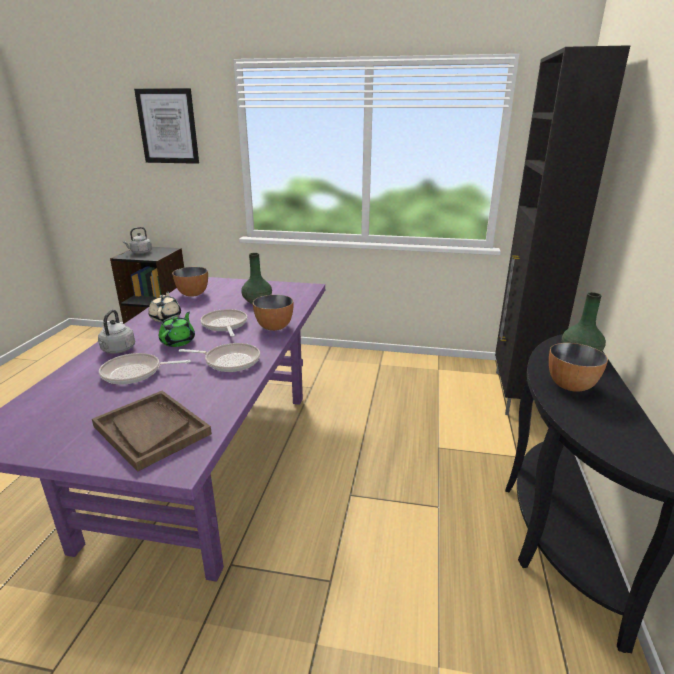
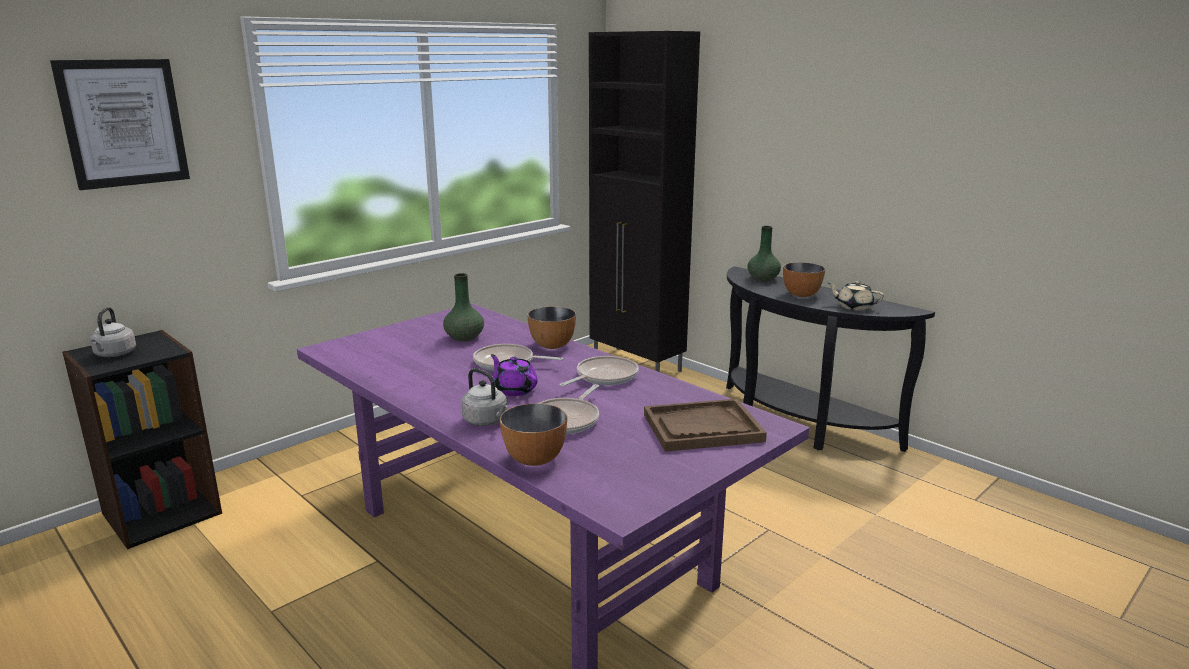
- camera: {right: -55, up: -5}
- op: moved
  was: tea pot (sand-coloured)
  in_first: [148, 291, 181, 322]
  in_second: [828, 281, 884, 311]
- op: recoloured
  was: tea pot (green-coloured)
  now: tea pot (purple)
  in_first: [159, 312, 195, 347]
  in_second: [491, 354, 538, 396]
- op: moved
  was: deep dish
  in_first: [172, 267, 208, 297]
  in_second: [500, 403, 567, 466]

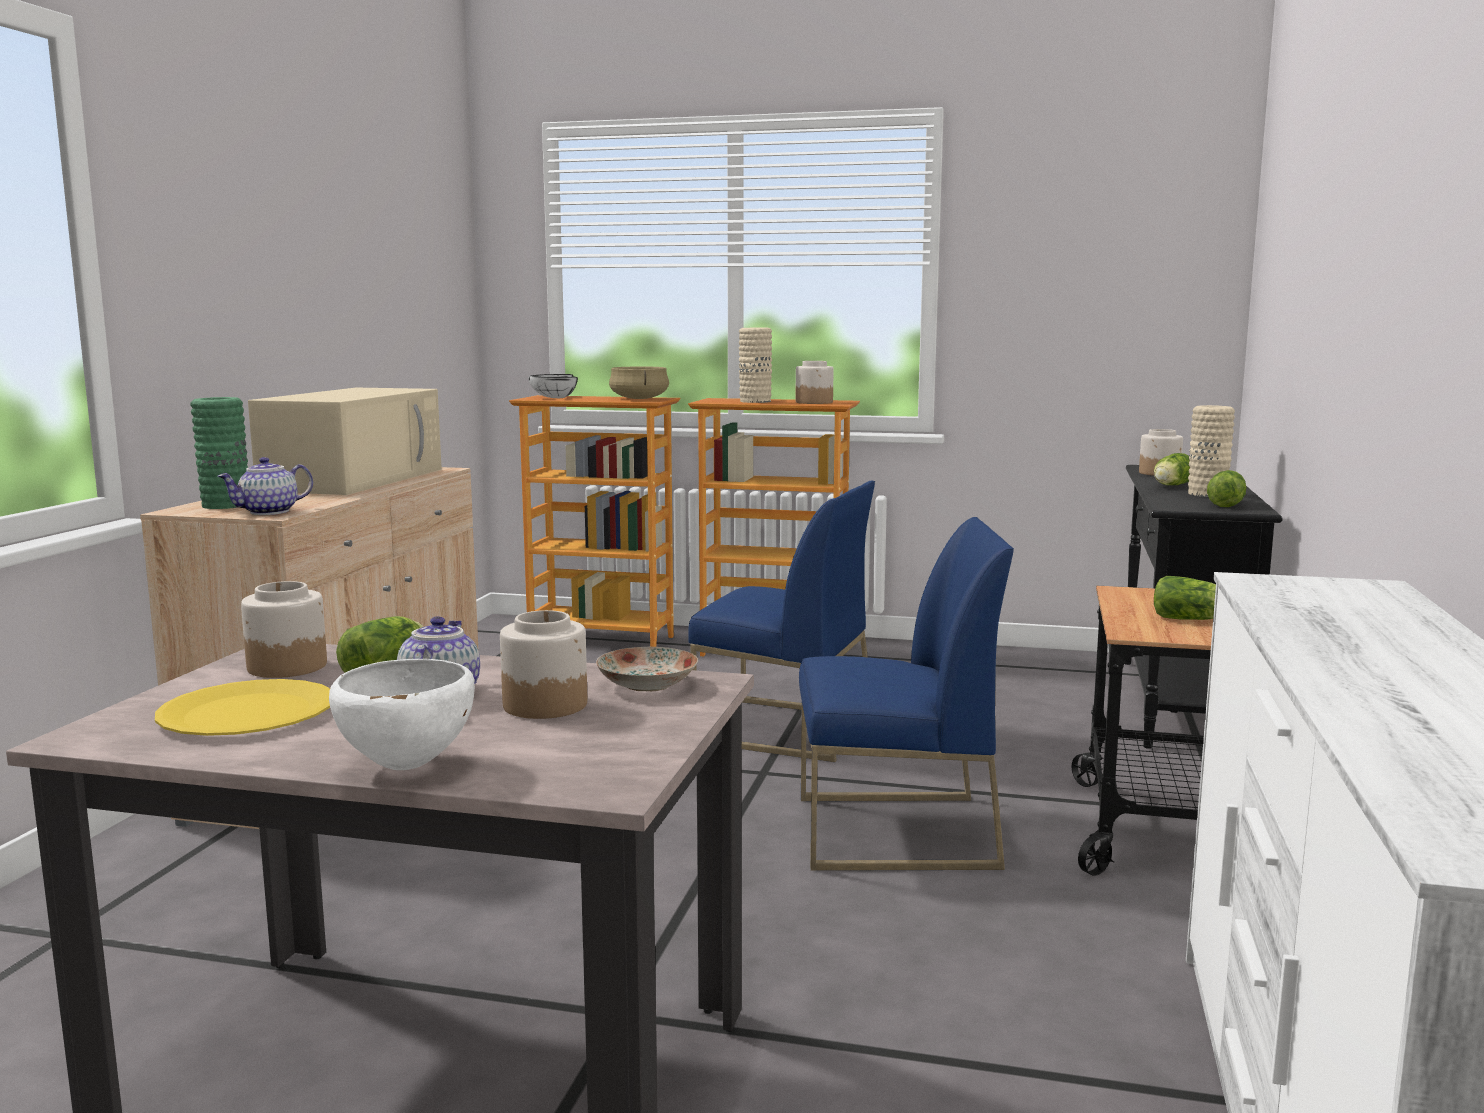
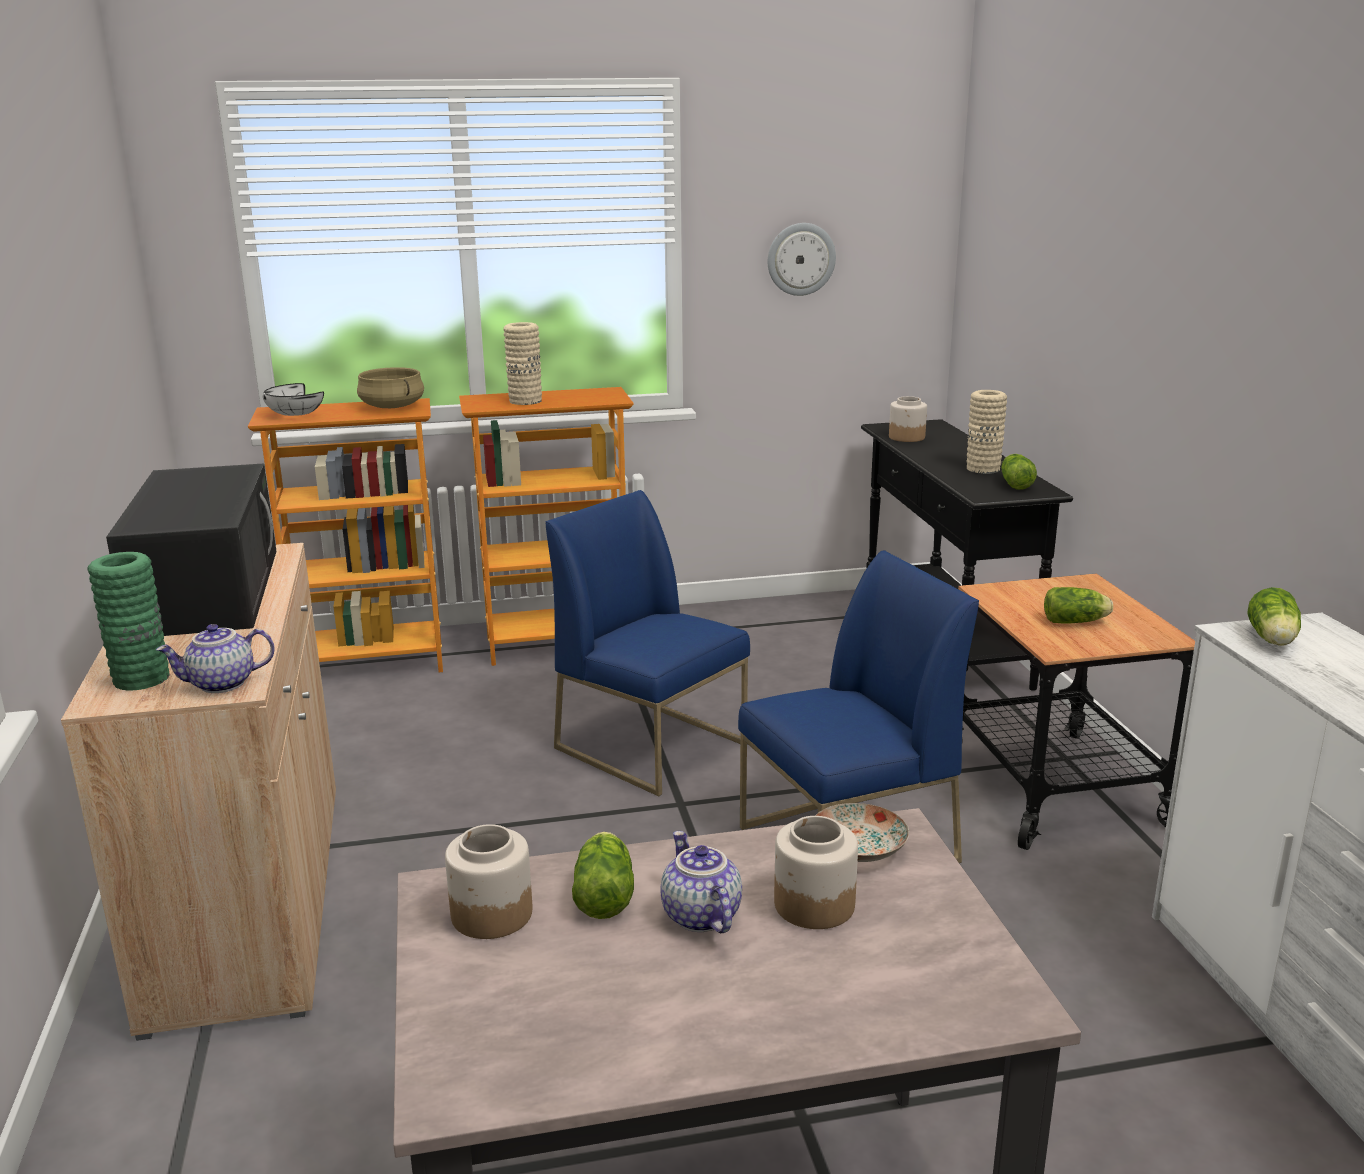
- camera: {right: -25, up: 10}
- op: removed
  was: flat dish (yellowish)
  in_first: [155, 679, 330, 736]
- op: turned
  was: tea pot
  in_first: [217, 457, 313, 515]
  in_second: [156, 624, 275, 693]
  clockwise: 45
- op: recoloured
  was: microwave oven (sand-coloured)
  now: microwave oven (black-coloured)
  in_first: [248, 388, 442, 495]
  in_second: [106, 464, 277, 636]
- op: removed
  was: deep dish (white-coloured)
  in_first: [329, 659, 475, 770]
- op: turned
  was: upright chair (blue)
  in_first: [688, 481, 875, 762]
  in_second: [546, 490, 750, 796]
  clockwise: -135
- op: removed
  was: preserve jar
  in_first: [795, 361, 834, 404]
- op: moved
  was: lettuce head
  in_first: [1154, 453, 1190, 485]
  in_second: [1247, 587, 1301, 646]
- op: added
  now: hanging clock
  in_second: [768, 223, 836, 296]

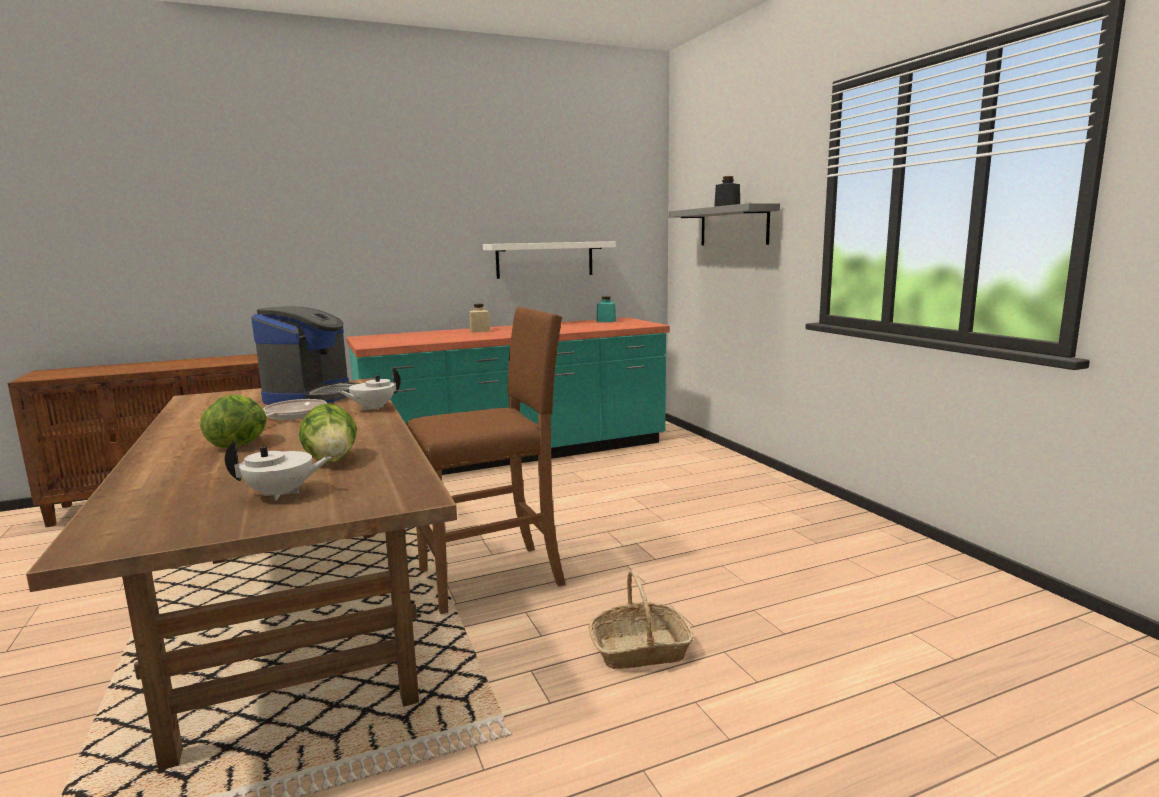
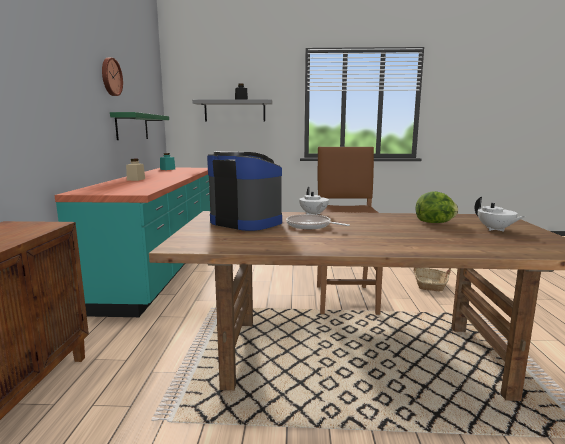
- camera: {right: -65, up: 0}
- op: removed
  was: lettuce head
  in_first: [200, 395, 267, 448]
- op: turned
  was: tea pot (white-coloured)
  in_first: [225, 440, 331, 501]
  in_second: [475, 197, 525, 232]
  clockwise: 135
- op: recoloured
  was: bracket shelf (white-coloured)
  now: bracket shelf (green-coloured)
  in_first: [483, 241, 616, 279]
  in_second: [110, 112, 169, 140]
- op: added
  now: hanging clock
  in_second: [102, 58, 123, 96]

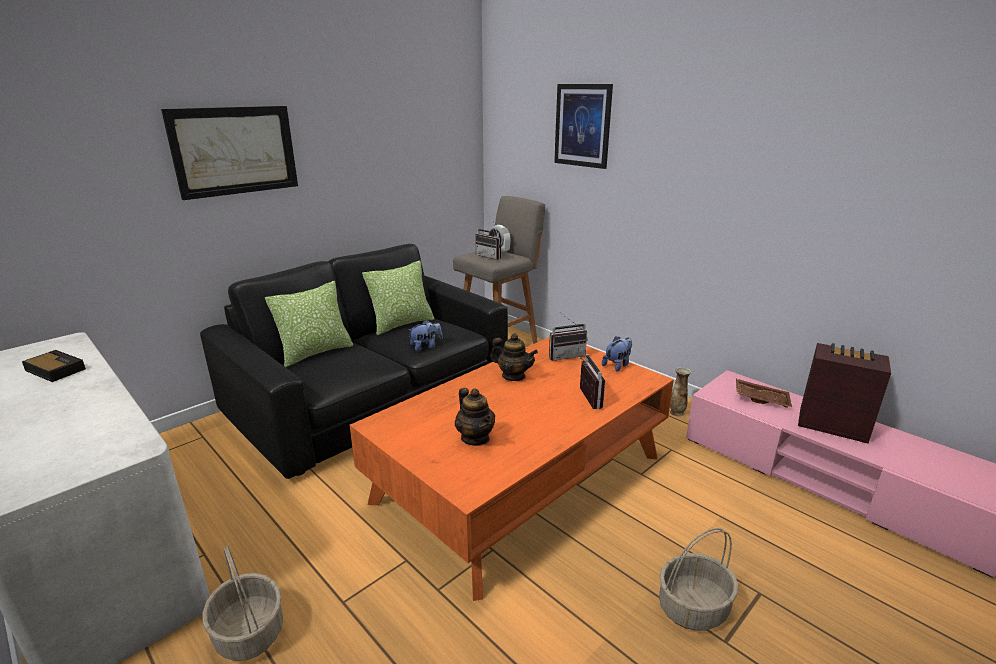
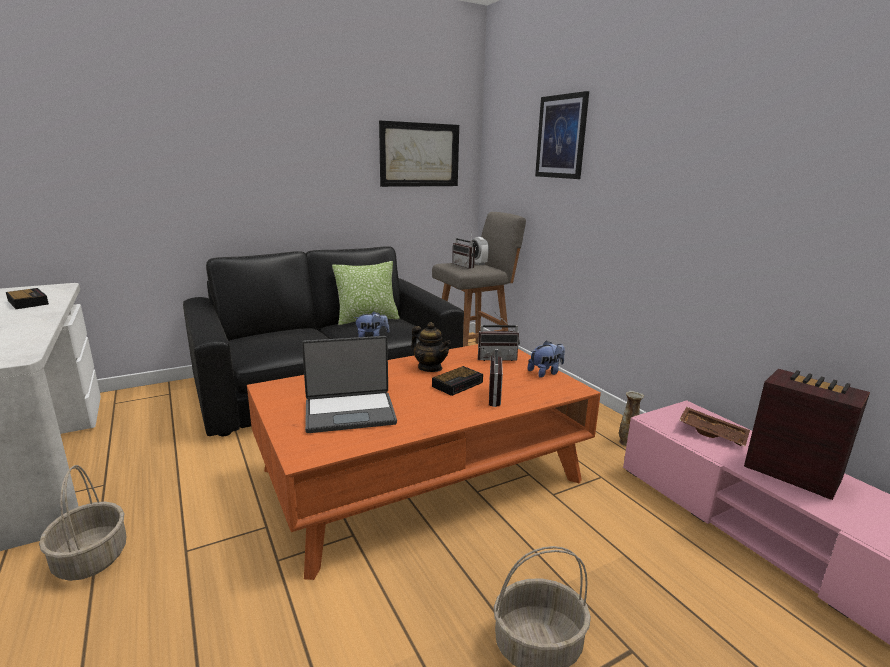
- camera: {right: 15, up: -5}
- op: moved
  was: wall picture
  in_first: [161, 106, 298, 200]
  in_second: [379, 120, 459, 187]
- op: removed
  was: throw pillow
  in_first: [265, 281, 353, 367]
- op: replaced
  was: tea pot
  now: laptop
  in_first: [455, 388, 495, 446]
  in_second: [302, 336, 397, 433]
- op: added
  now: table clock
  in_second: [432, 366, 483, 396]

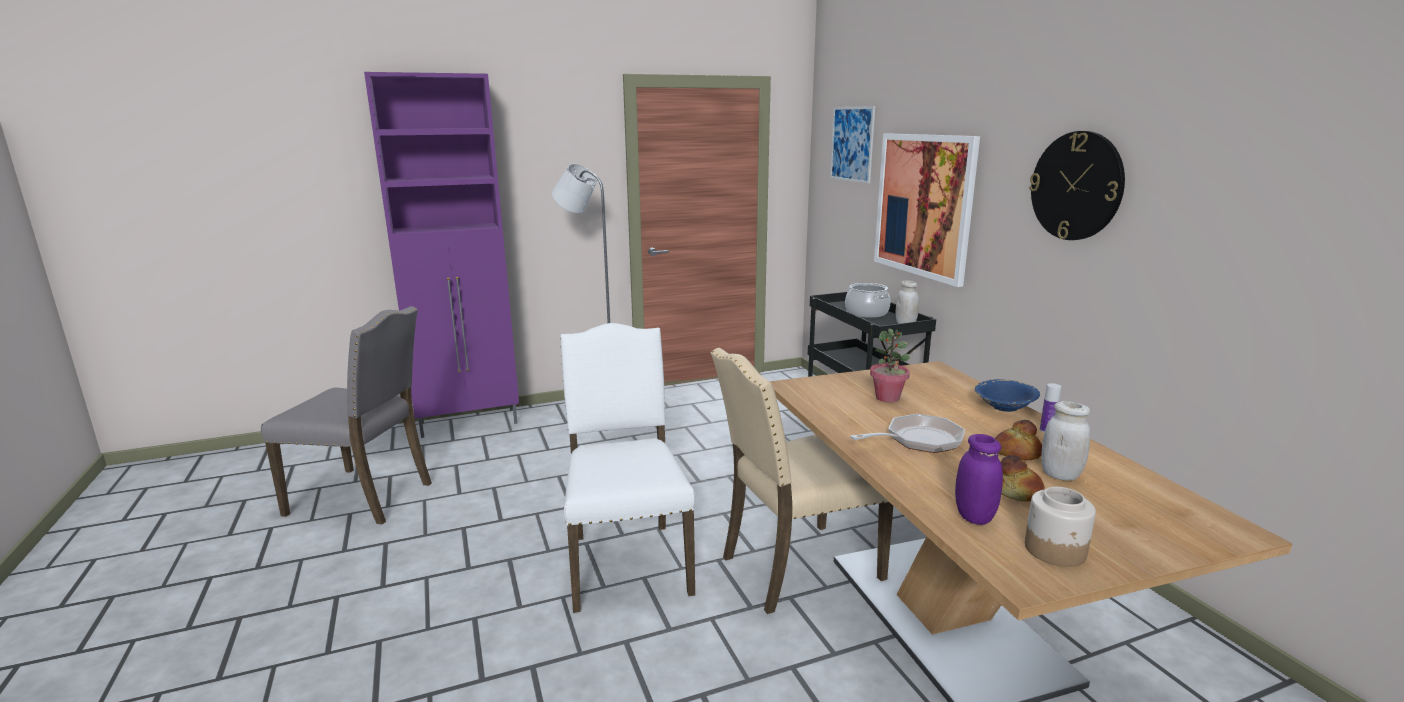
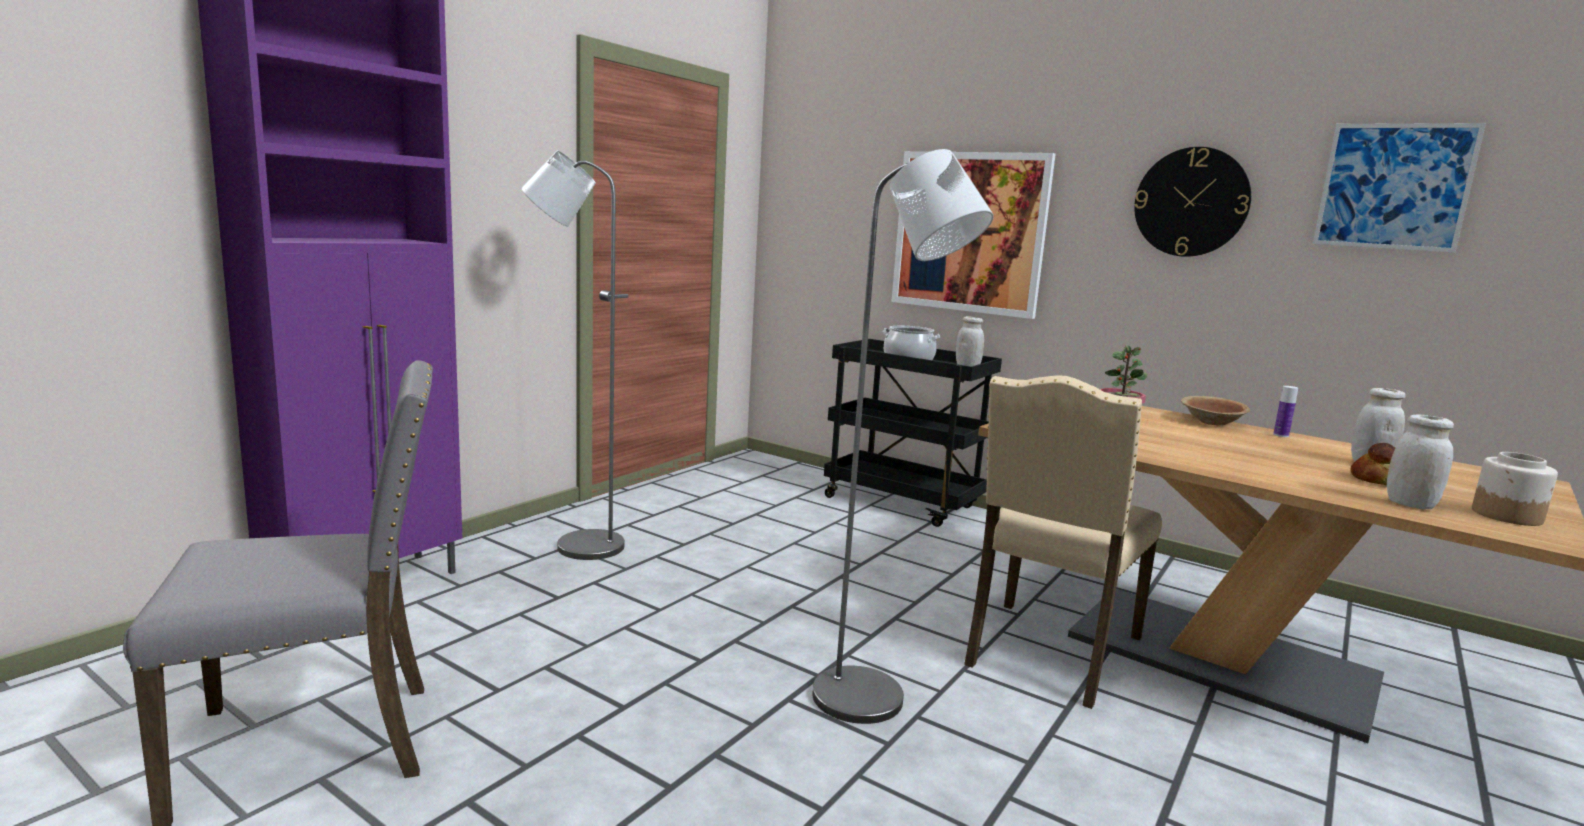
- camera: {right: -35, up: -5}
- op: replaced
  was: upright chair (white-coloured)
  now: standing lamp (greyish)
  in_first: [560, 323, 695, 613]
  in_second: [812, 149, 994, 724]
- op: moved
  was: wall picture
  in_first: [830, 106, 875, 184]
  in_second: [1313, 123, 1486, 253]
- op: removed
  was: pan
  in_first: [850, 414, 965, 453]
- op: recoloured
  was: preserve jar (purple)
  now: preserve jar (white-coloured)
  in_first: [955, 434, 1003, 525]
  in_second: [1387, 414, 1454, 509]
- op: recoloured
  was: deep dish (blue)
  now: deep dish (brown)
  in_first: [975, 379, 1040, 412]
  in_second: [1181, 396, 1250, 426]
- op: removed
  was: bakery bread
  in_first: [995, 420, 1042, 461]

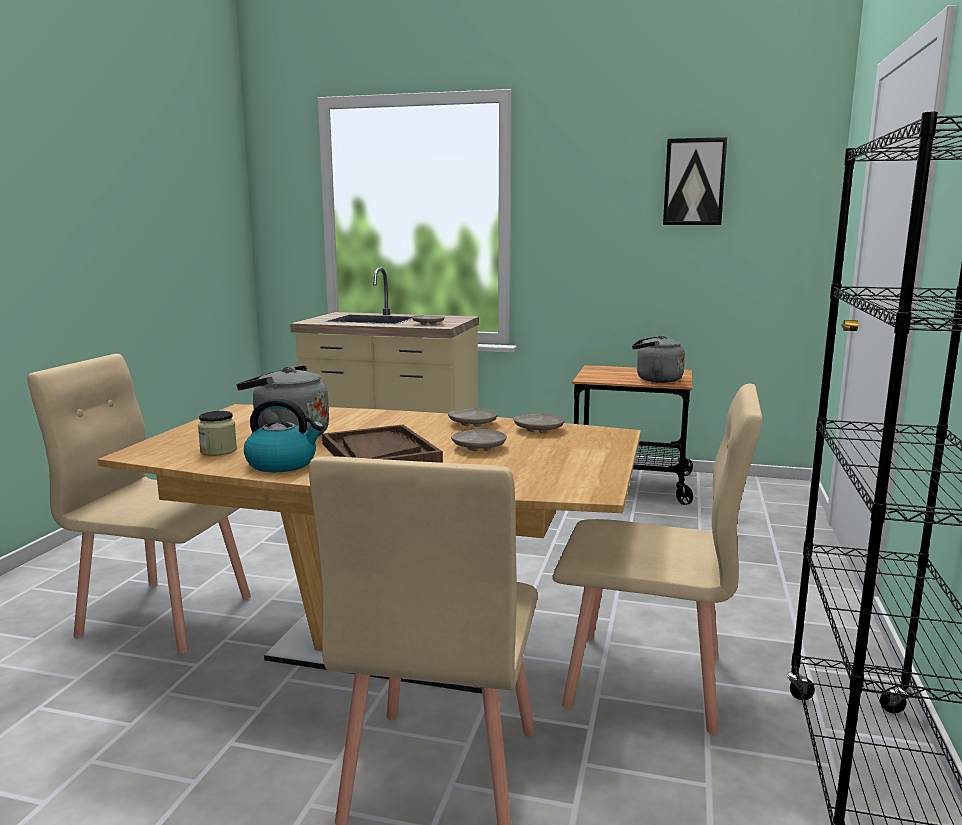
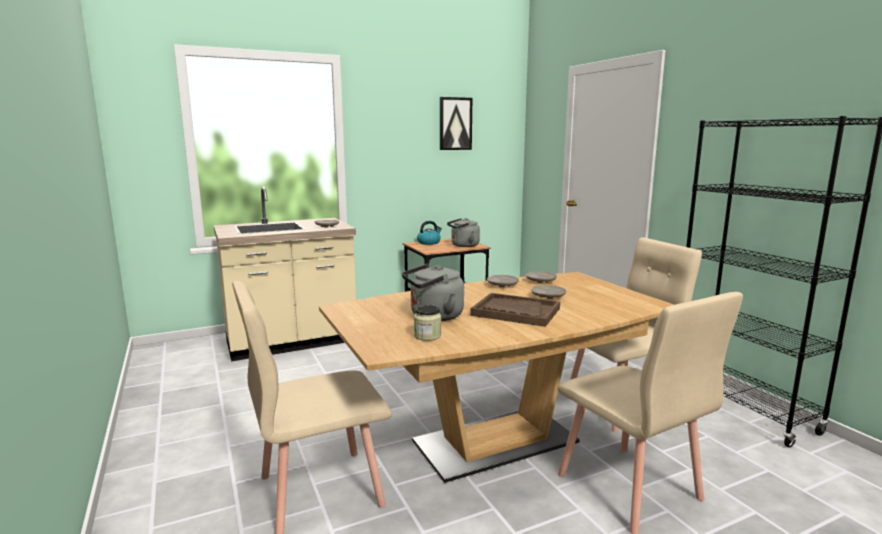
- camera: {right: -40, up: 0}
- op: moved
  was: tea kettle
  in_first: [244, 399, 324, 472]
  in_second: [417, 221, 442, 245]

